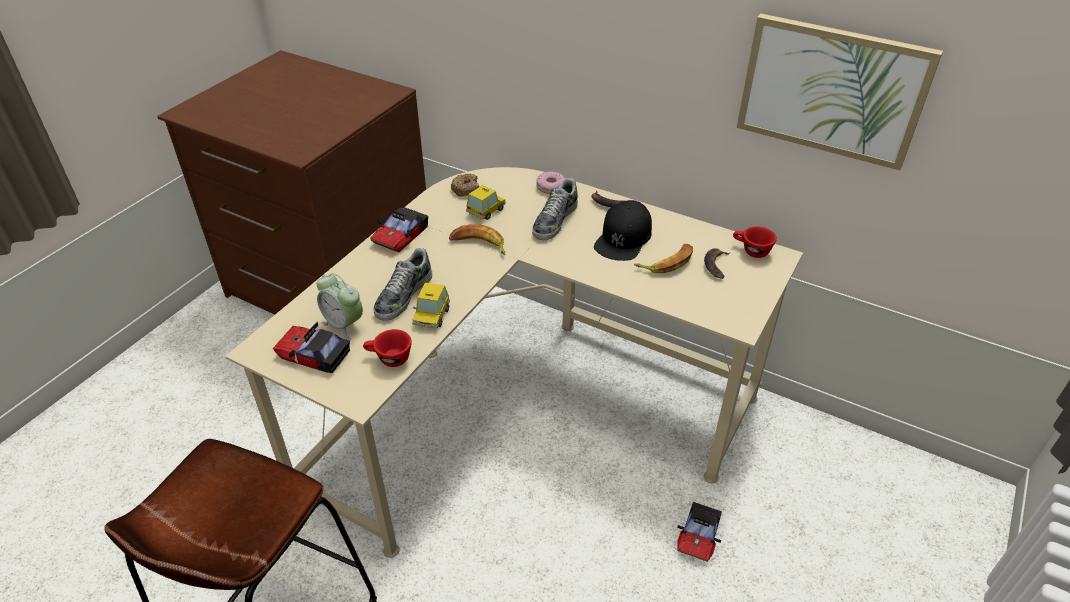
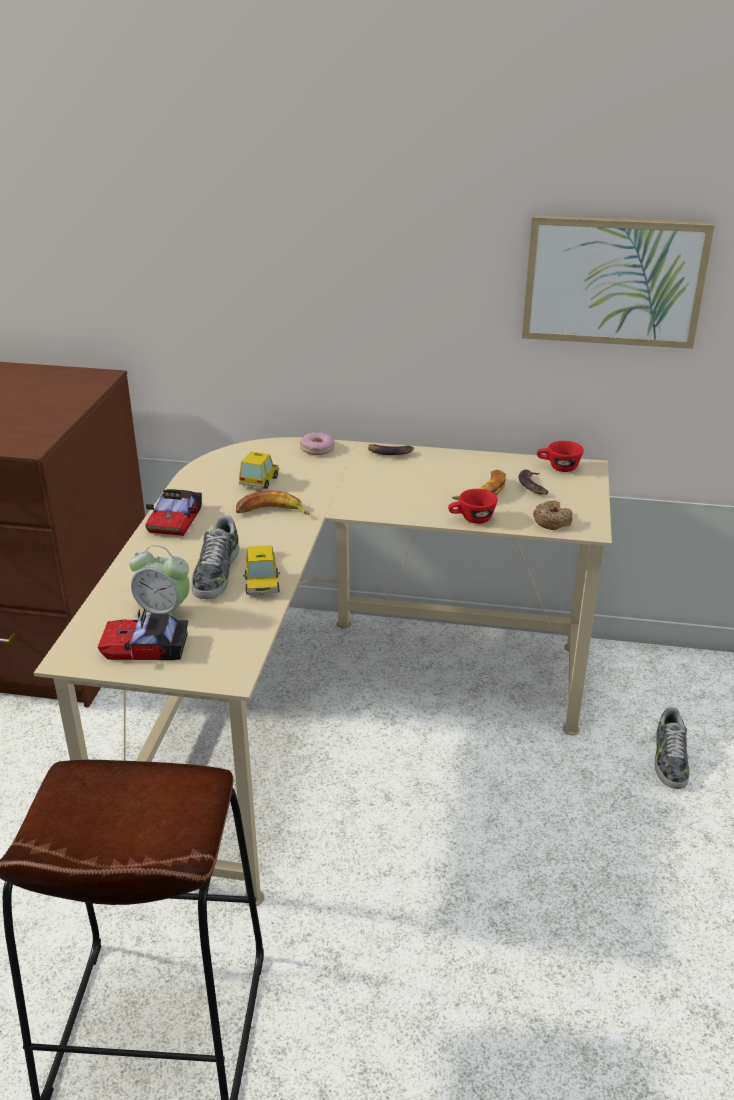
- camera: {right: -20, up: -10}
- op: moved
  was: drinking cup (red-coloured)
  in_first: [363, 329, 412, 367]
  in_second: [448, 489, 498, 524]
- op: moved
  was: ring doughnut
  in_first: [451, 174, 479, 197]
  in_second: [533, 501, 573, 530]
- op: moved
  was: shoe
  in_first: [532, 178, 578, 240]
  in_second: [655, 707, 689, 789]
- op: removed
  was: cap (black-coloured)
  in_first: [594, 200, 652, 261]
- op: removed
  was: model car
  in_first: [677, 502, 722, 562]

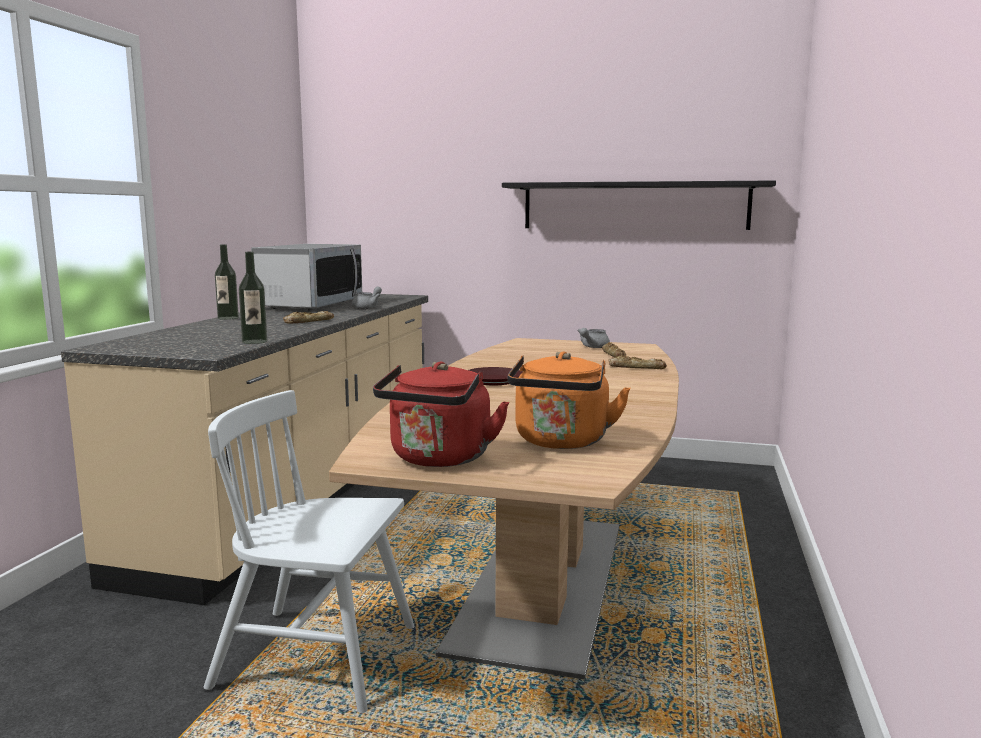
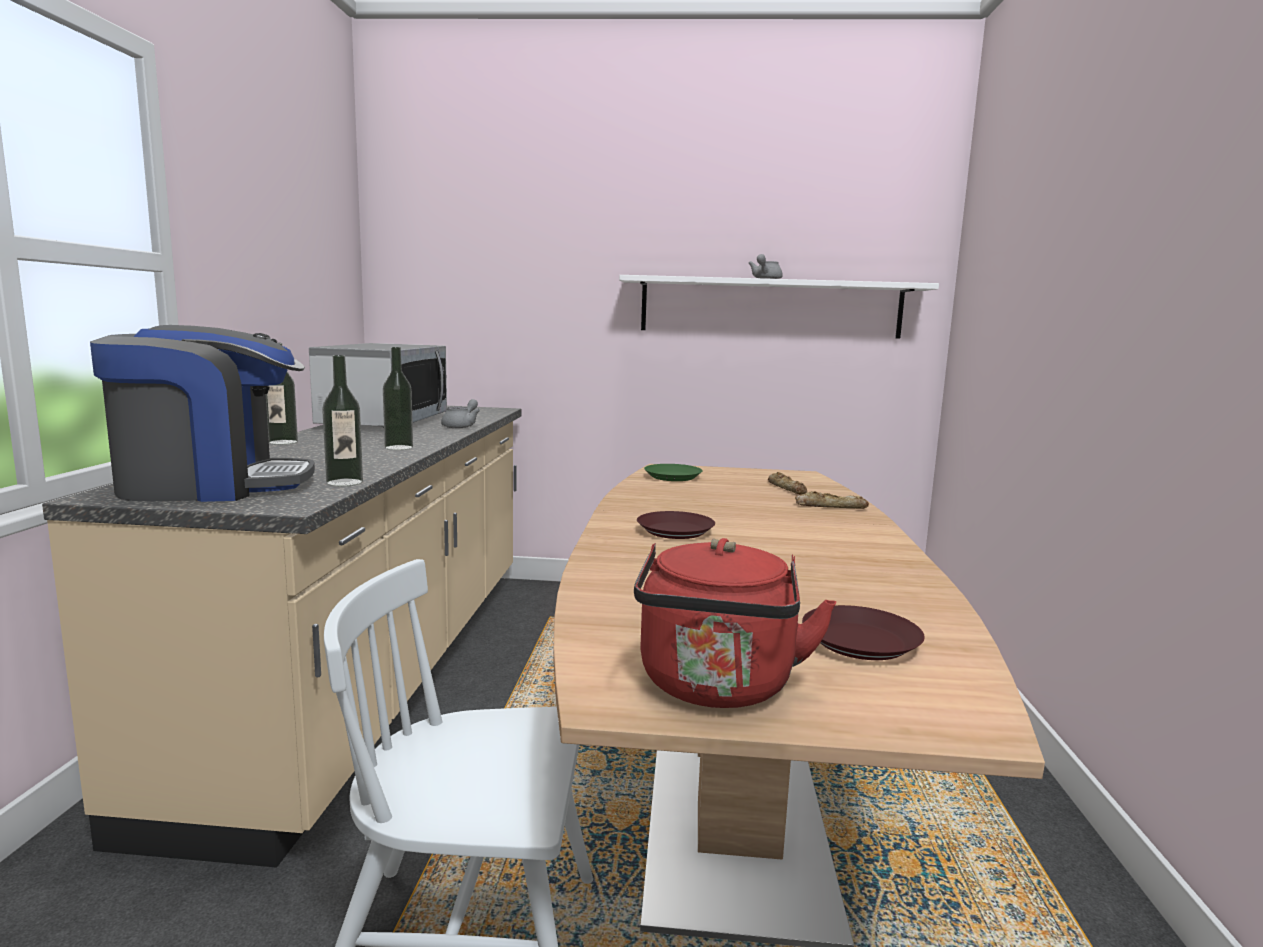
- camera: {right: -10, up: 0}
- op: replaced
  was: bakery bread
  now: bottle
  in_first: [283, 311, 334, 324]
  in_second: [383, 347, 413, 450]
- op: recoloured
  was: bracket shelf (black-coloured)
  now: bracket shelf (white-coloured)
  in_first: [502, 180, 776, 230]
  in_second: [619, 275, 939, 339]
- op: replaced
  was: tea kettle (orange-coloured)
  now: flat dish (brown)
  in_first: [507, 351, 631, 449]
  in_second: [802, 605, 925, 660]
- op: moved
  was: tea pot (greyish)
  in_first: [577, 328, 610, 348]
  in_second: [749, 254, 783, 279]
- op: added
  now: coffee maker
  in_second: [90, 325, 315, 502]
- op: added
  now: flat dish (green-coloured)
  in_second: [644, 464, 702, 481]

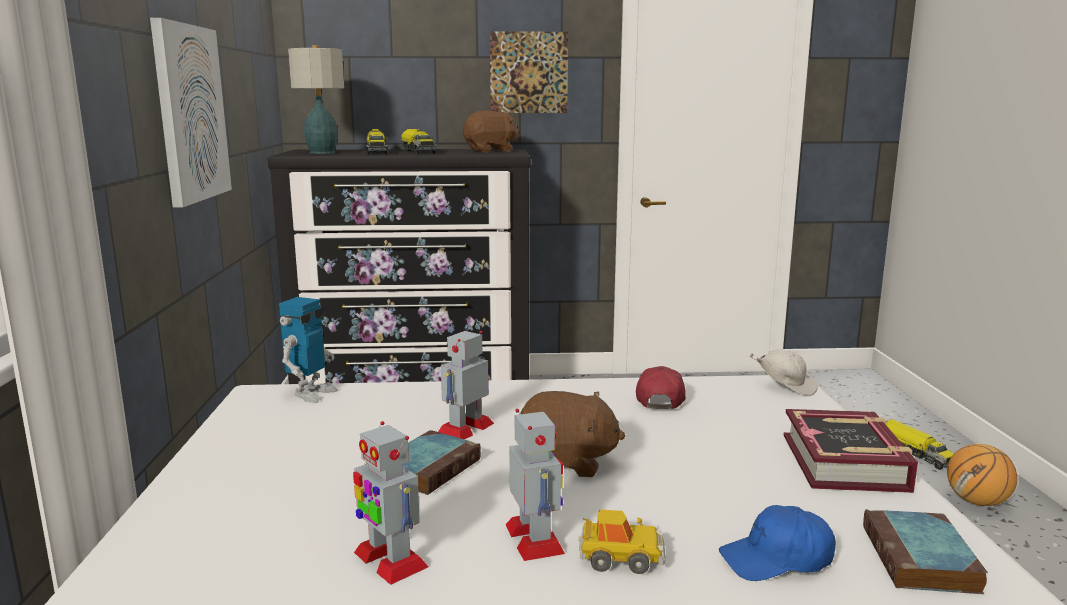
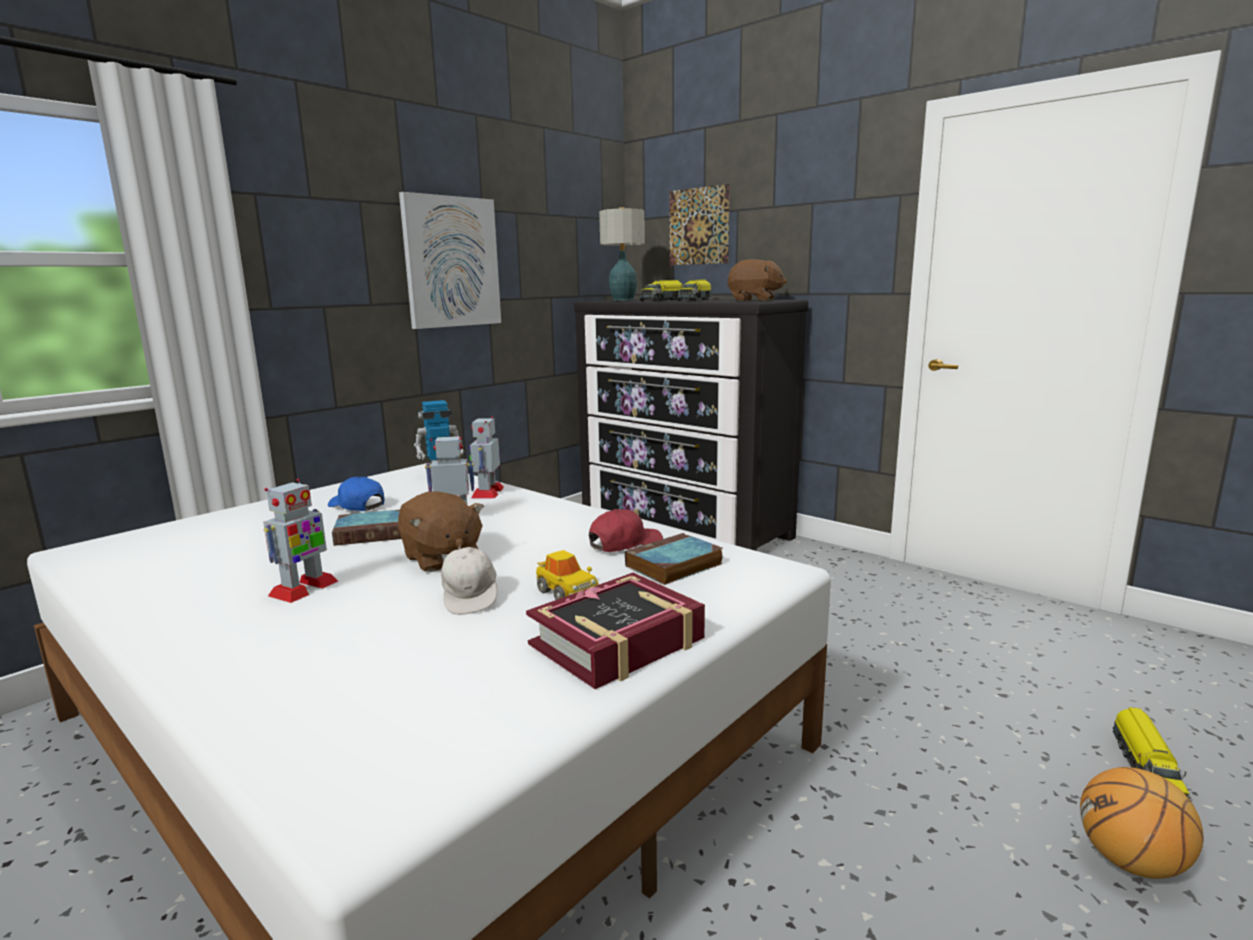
- camera: {right: 45, up: 0}
- op: moved
  was: model robot
  in_first: [353, 421, 429, 585]
  in_second: [469, 416, 504, 498]
- op: moved
  was: wall picture
  in_first: [490, 31, 568, 113]
  in_second: [669, 184, 730, 265]
- op: moved
  was: model car
  in_first: [579, 510, 666, 574]
  in_second: [536, 550, 599, 600]
- op: moved
  was: cap (blue)
  in_first: [719, 505, 836, 581]
  in_second: [328, 477, 385, 511]
- op: moved
  was: cap (white-coloured)
  in_first: [750, 349, 817, 396]
  in_second: [441, 545, 498, 615]
- op: moved
  was: bound book
  in_first: [863, 509, 988, 594]
  in_second: [625, 533, 723, 585]

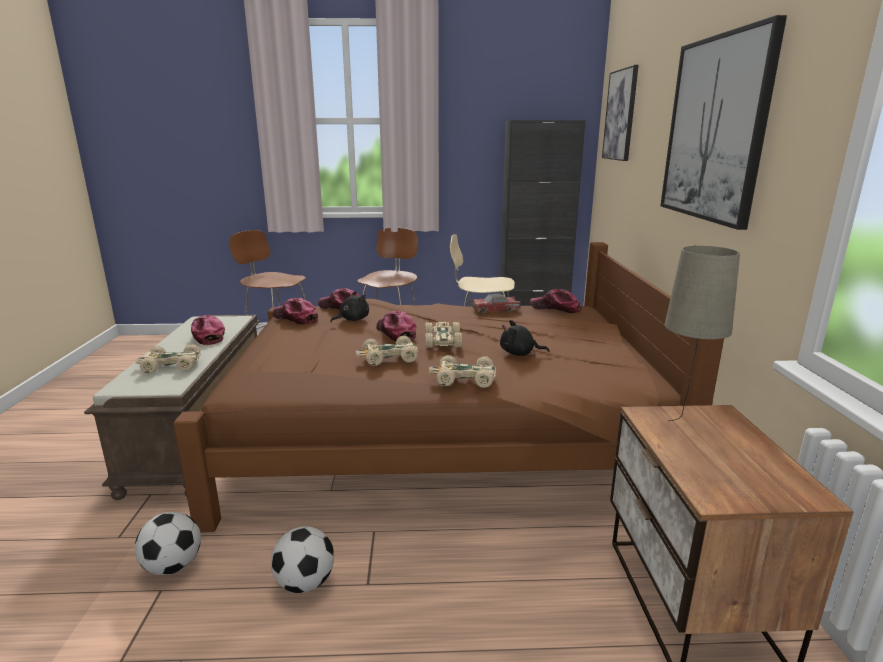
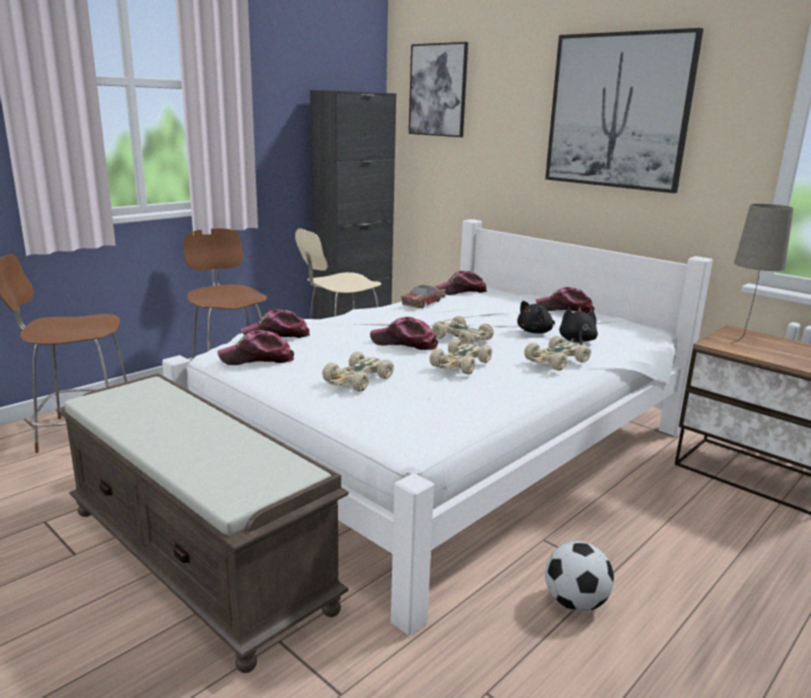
- camera: {right: -45, up: 0}
- op: moved
  was: model car (sand-coloured)
  in_first: [135, 344, 201, 373]
  in_second: [322, 352, 394, 392]
- op: removed
  was: ball for football
  in_first: [135, 512, 201, 575]
- op: recoloured
  was: bedroom bed (brown)
  now: bedroom bed (white-coloured)
  in_first: [173, 242, 724, 532]
  in_second: [162, 219, 713, 636]
- op: moved
  was: cap
  in_first: [191, 315, 225, 345]
  in_second: [536, 287, 595, 314]
- op: moved
  was: soft toy (black-coloured)
  in_first: [330, 291, 369, 322]
  in_second: [559, 307, 598, 345]

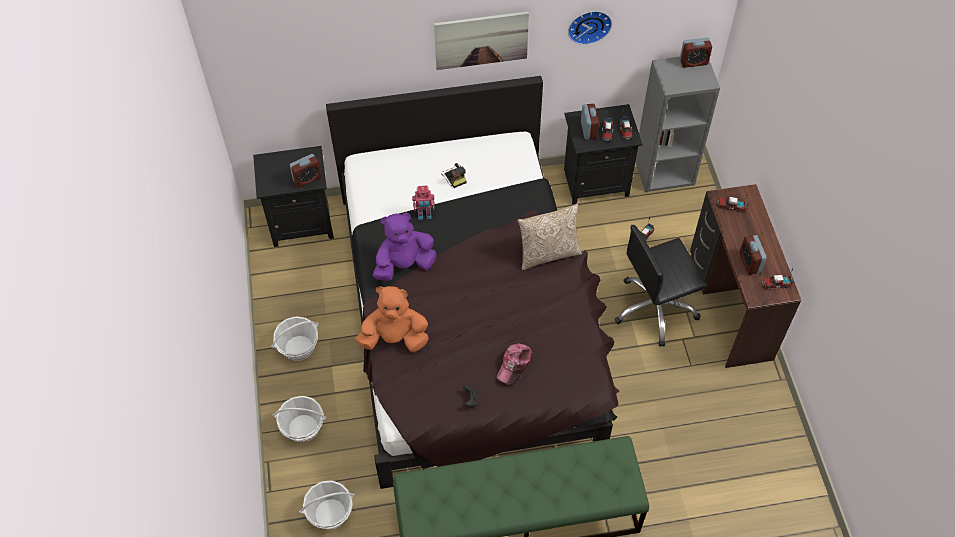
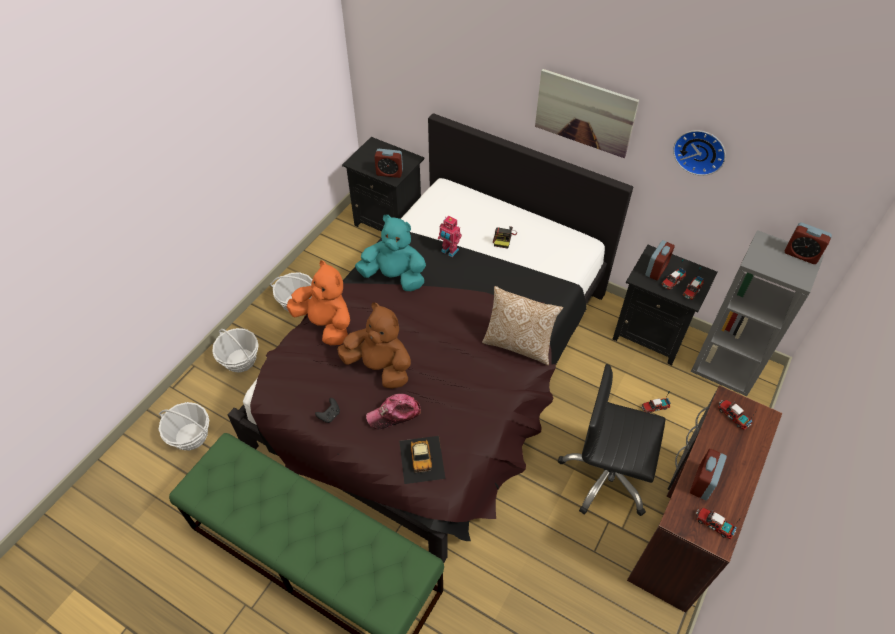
- camera: {right: 40, up: -5}
- op: recoloured
  was: soft toy (purple)
  now: soft toy (turquoise)
  in_first: [373, 212, 437, 281]
  in_second: [355, 215, 426, 291]
- op: added
  now: soft toy (brown)
  in_second: [337, 302, 411, 389]
- op: added
  now: model car
  in_second: [399, 436, 446, 484]

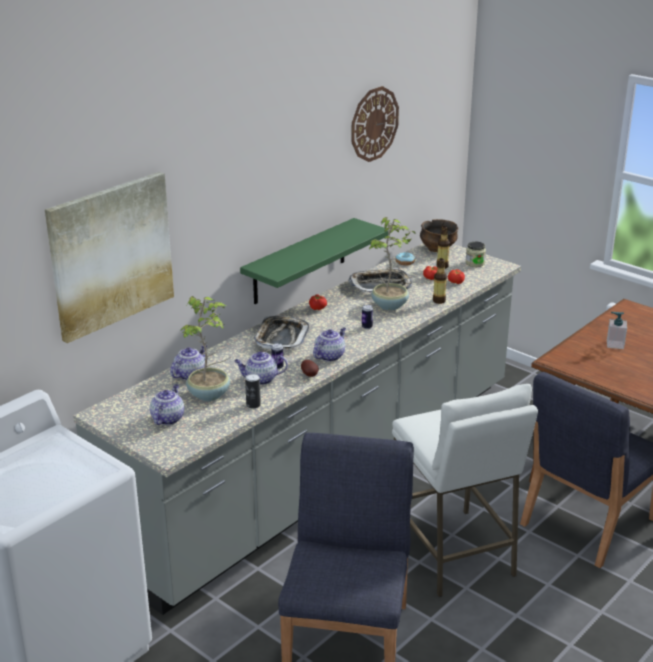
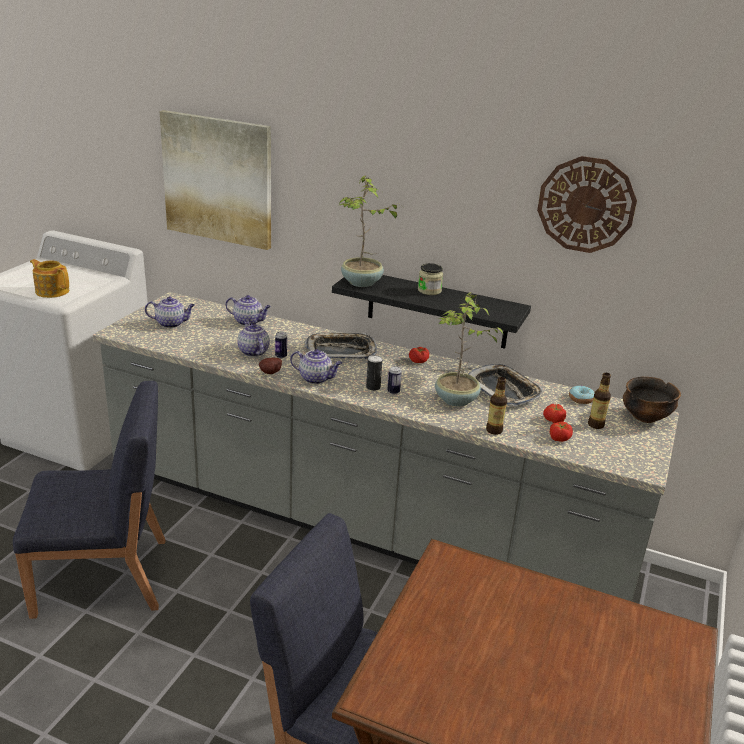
- camera: {right: 70, up: 0}
- op: moved
  was: potted plant
  in_first: [180, 296, 230, 401]
  in_second: [339, 175, 403, 287]
- op: recoloured
  was: bracket shelf (green-coloured)
  now: bracket shelf (black-coloured)
  in_first: [240, 218, 390, 304]
  in_second: [332, 275, 531, 349]
- op: moved
  was: can
  in_first: [245, 373, 261, 408]
  in_second: [366, 355, 382, 391]
- op: removed
  was: stool (white-coloured)
  in_first: [392, 384, 538, 597]
- op: moved
  was: preserve jar
  in_first: [466, 242, 486, 267]
  in_second: [418, 263, 443, 295]
- op: removed
  was: liquid soap bottle
  in_first: [607, 312, 627, 349]
- op: added
  now: tea pot
  in_second: [30, 259, 69, 298]

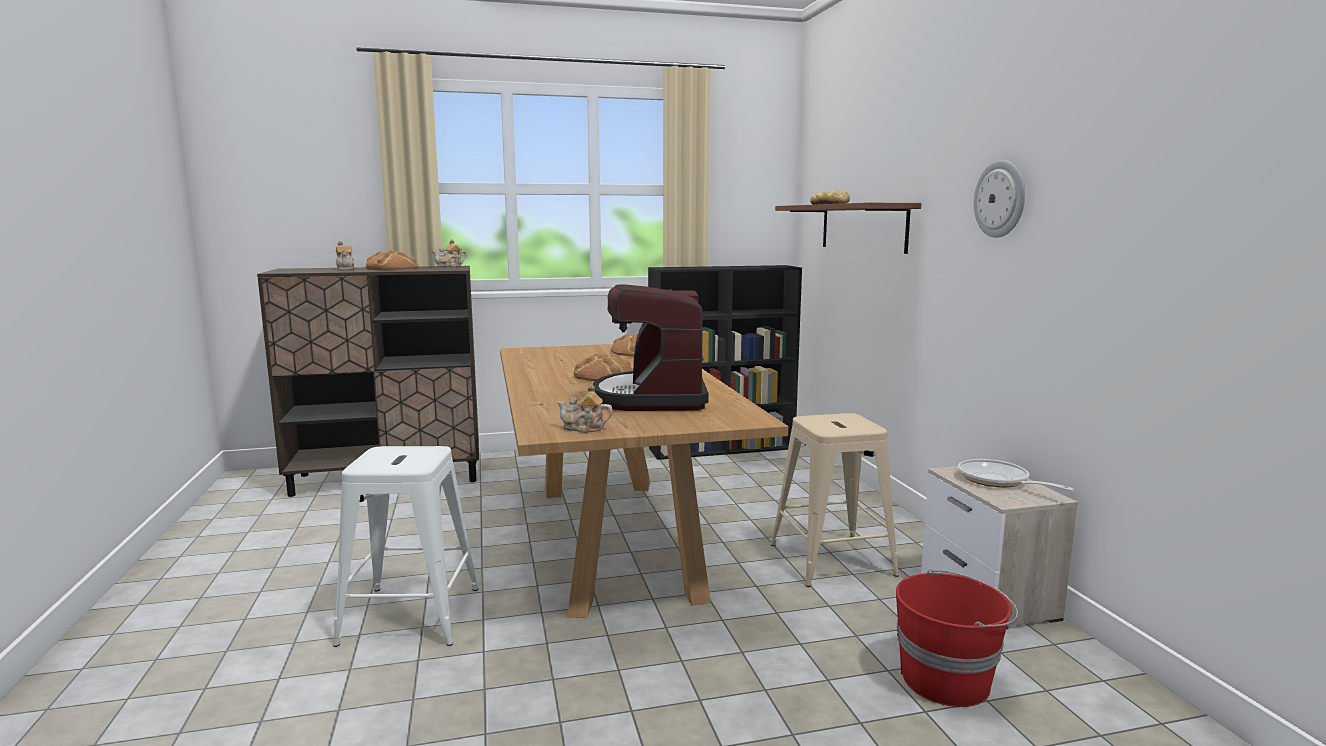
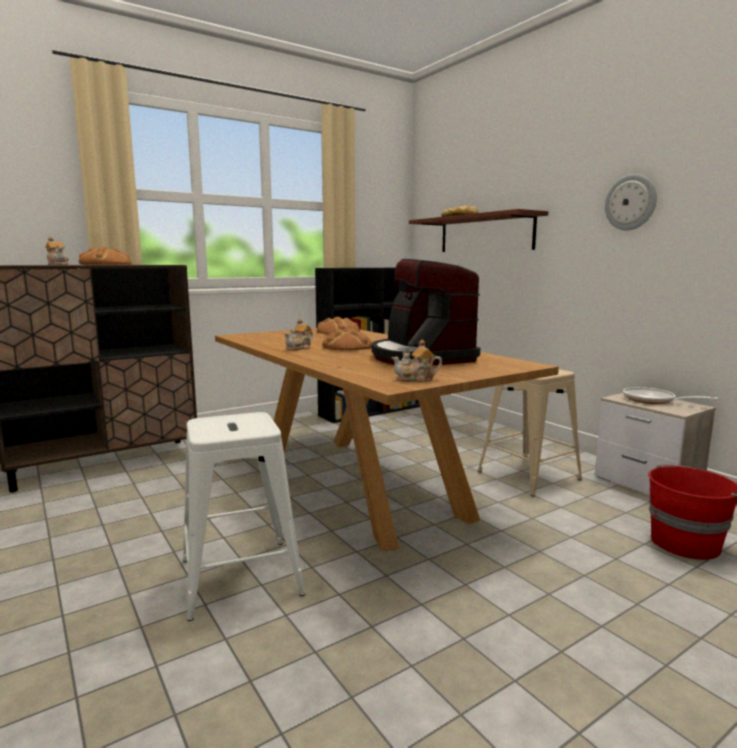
- camera: {right: -20, up: 0}
- op: moved
  was: tea pot
  in_first: [431, 239, 467, 267]
  in_second: [284, 319, 313, 350]

